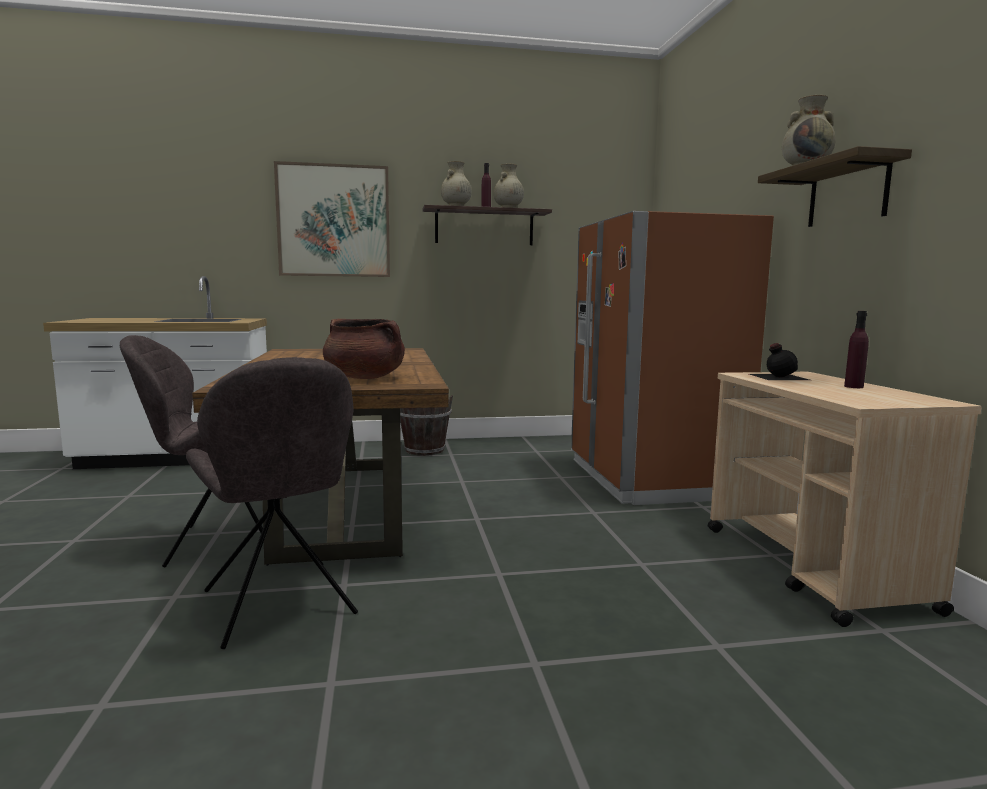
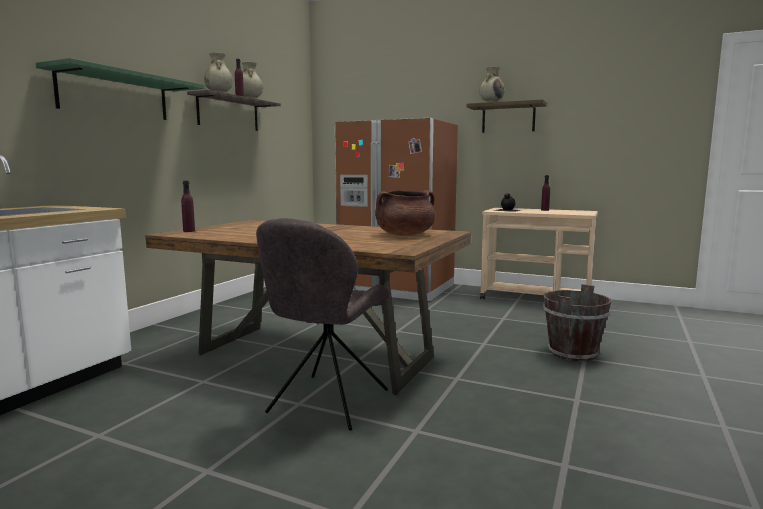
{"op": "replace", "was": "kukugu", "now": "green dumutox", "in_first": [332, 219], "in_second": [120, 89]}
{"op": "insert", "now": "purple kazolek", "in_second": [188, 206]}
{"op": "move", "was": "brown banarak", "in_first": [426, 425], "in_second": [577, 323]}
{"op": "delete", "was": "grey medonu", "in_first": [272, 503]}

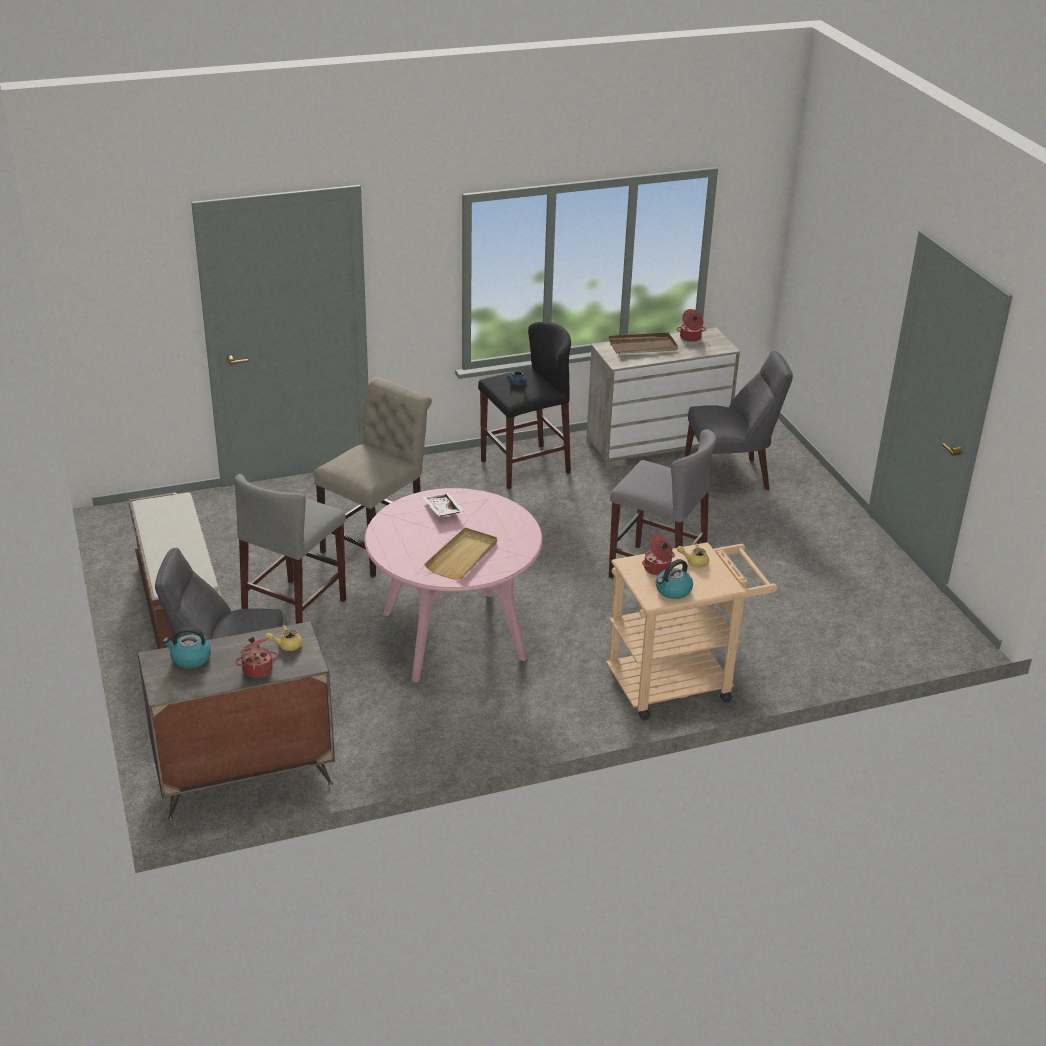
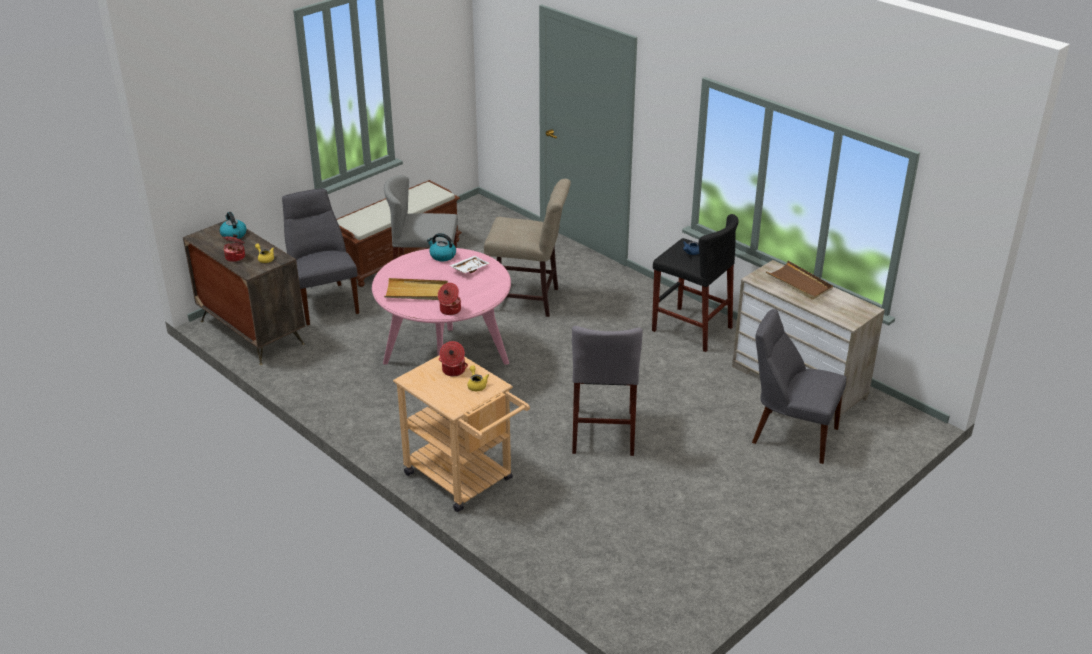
{"op": "move", "was": "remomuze", "in_first": [674, 579], "in_second": [441, 247]}
{"op": "move", "was": "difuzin", "in_first": [691, 325], "in_second": [449, 299]}
{"op": "rotate", "was": "grey medonu", "in_first": [738, 420], "in_second": [799, 386], "clockwise": 150}

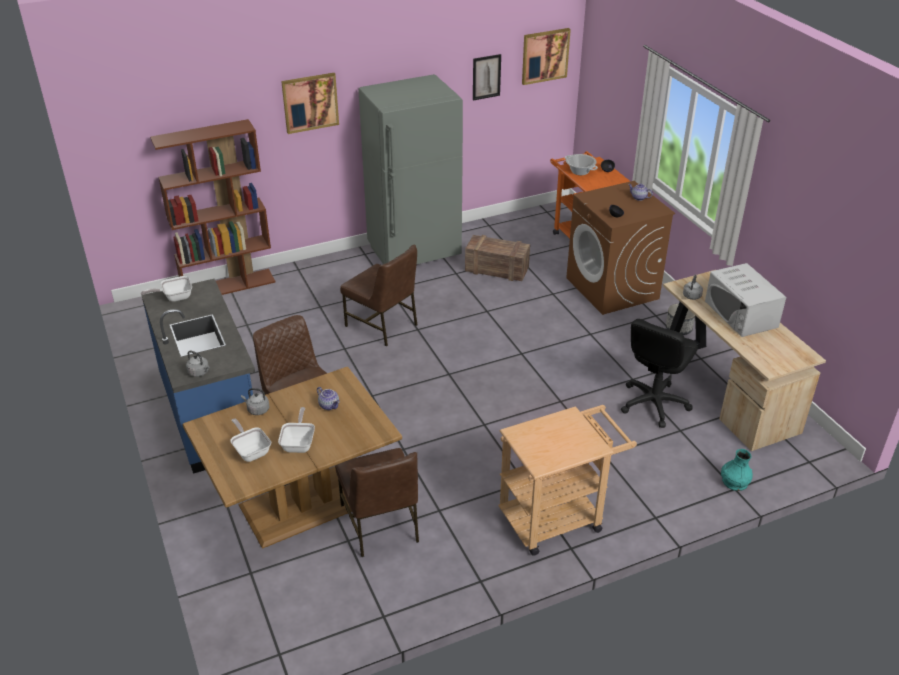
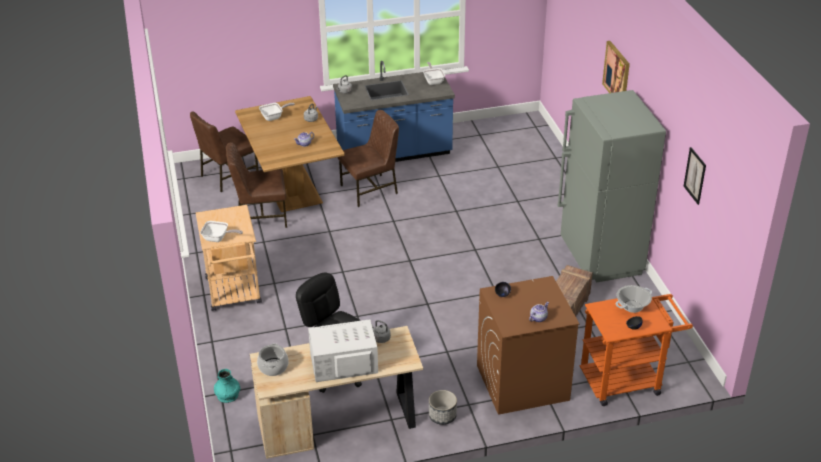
{"op": "move", "was": "brown medonu", "in_first": [378, 296], "in_second": [224, 151]}
{"op": "move", "was": "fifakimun", "in_first": [296, 430], "in_second": [221, 231]}
{"op": "insert", "now": "difuzin", "in_second": [273, 359]}
{"op": "delete", "was": "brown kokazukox", "in_first": [212, 207]}
{"op": "delete", "was": "kukugu", "in_first": [546, 56]}

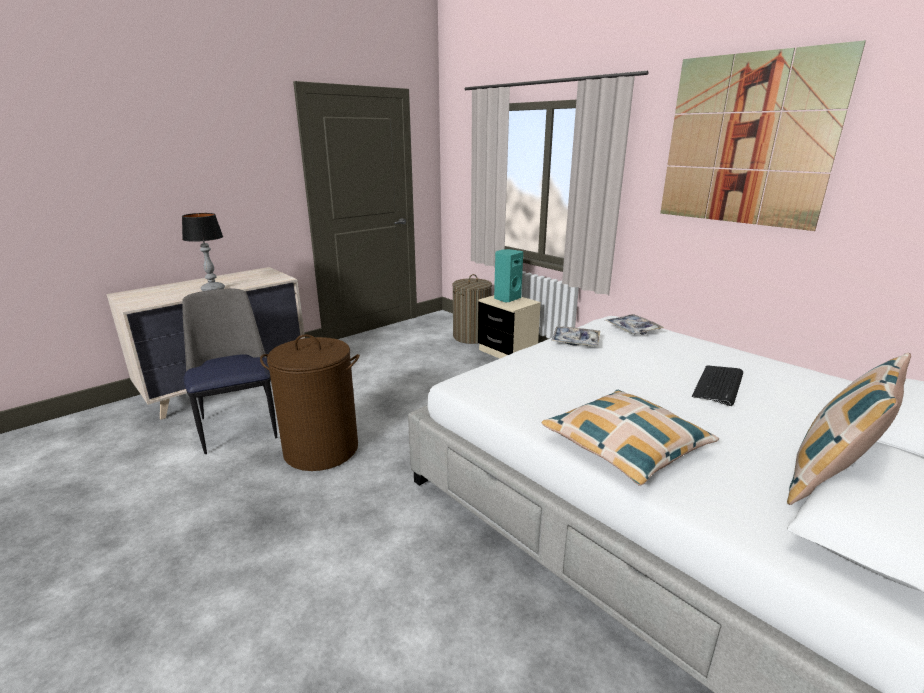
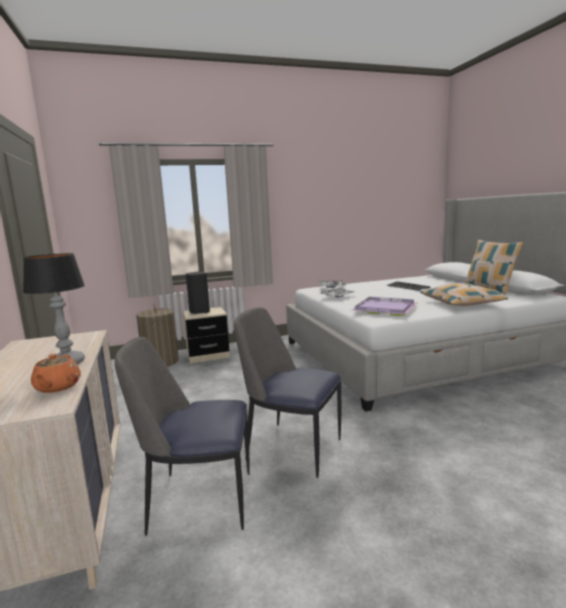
{"op": "insert", "now": "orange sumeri", "in_second": [56, 373]}
{"op": "recolor", "was": "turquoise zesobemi", "now": "black zesobemi", "in_first": [508, 276], "in_second": [198, 292]}
{"op": "replace", "was": "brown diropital", "now": "medonu", "in_first": [310, 402], "in_second": [288, 393]}
{"op": "insert", "now": "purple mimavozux", "in_second": [384, 306]}
{"op": "delete", "was": "kukugu", "in_first": [763, 135]}

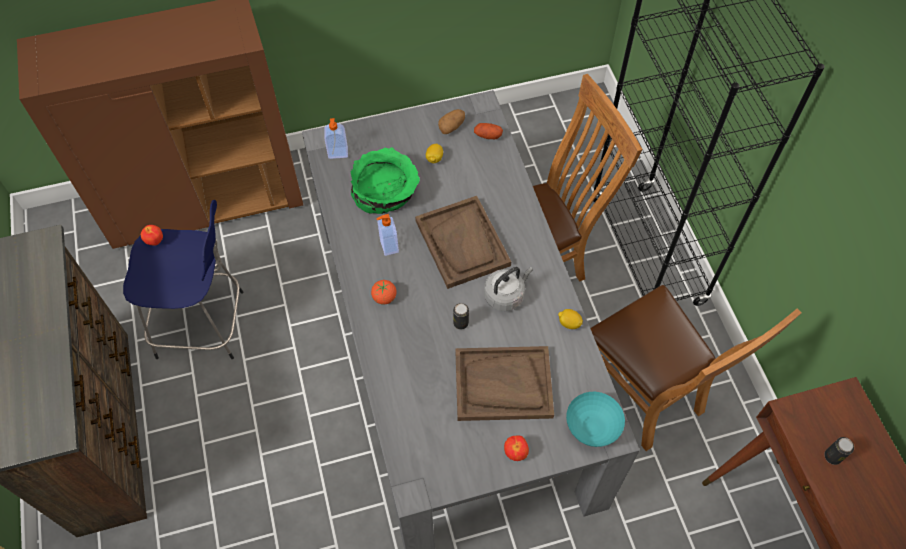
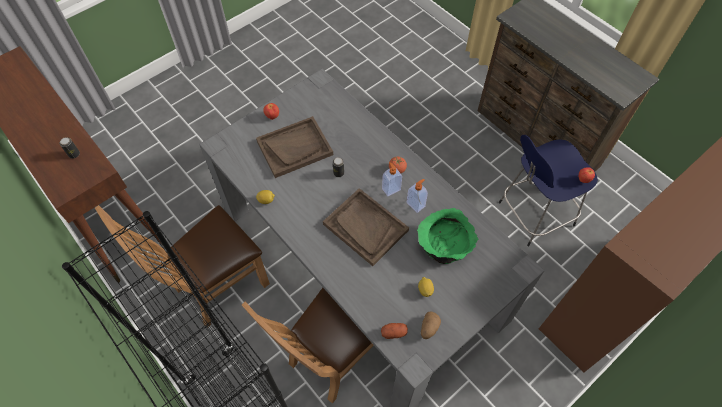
{"op": "rotate", "was": "brown medonu", "in_first": [695, 368], "in_second": [182, 266], "clockwise": -75}
{"op": "move", "was": "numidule", "in_first": [336, 138], "in_second": [392, 179]}
{"op": "delete", "was": "grey remomuze", "in_first": [508, 289]}
{"op": "delete", "was": "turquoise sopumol", "in_first": [595, 419]}

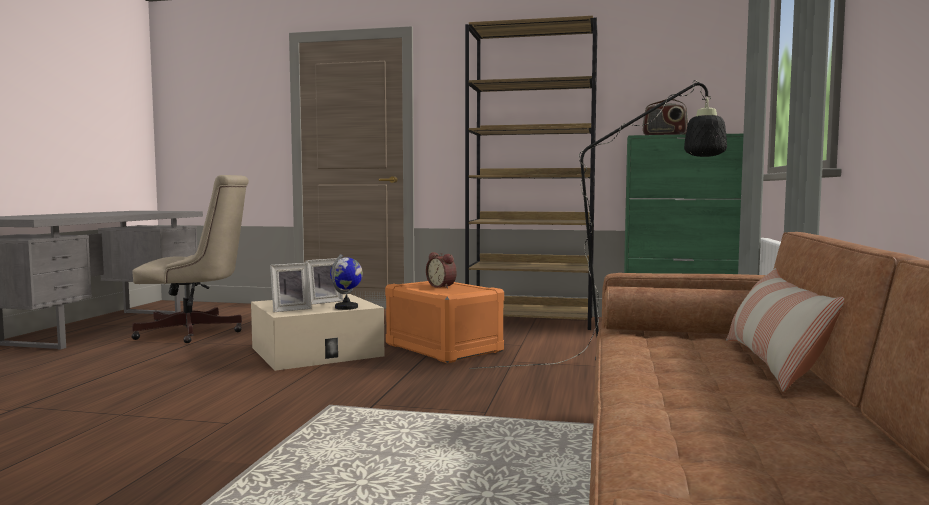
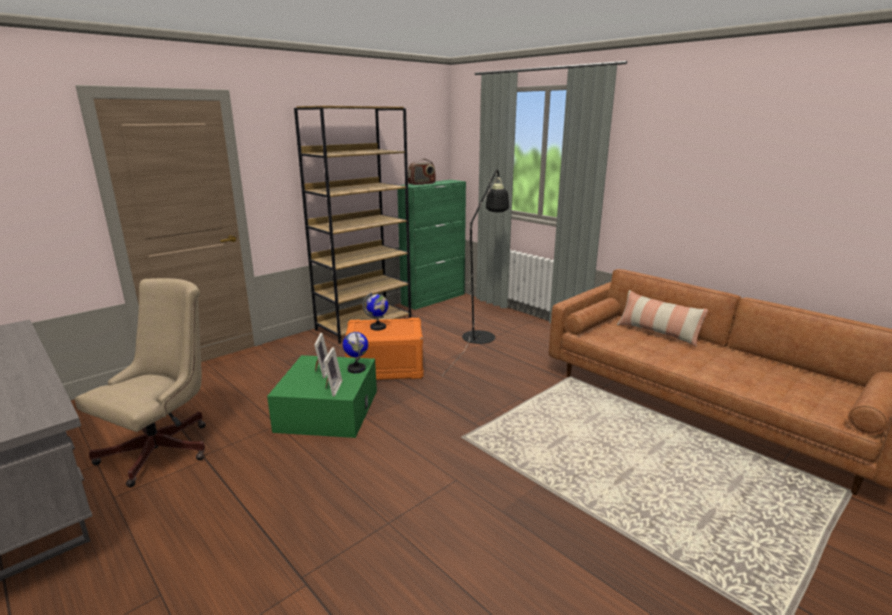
{"op": "recolor", "was": "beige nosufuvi", "now": "green nosufuvi", "in_first": [317, 332], "in_second": [322, 396]}
{"op": "replace", "was": "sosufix", "now": "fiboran", "in_first": [441, 270], "in_second": [375, 311]}

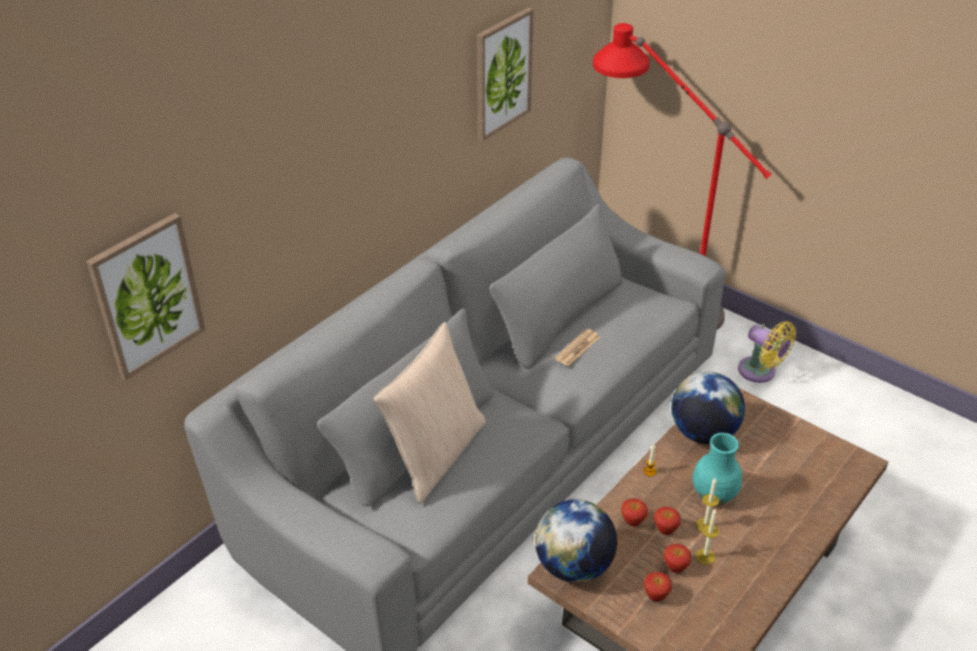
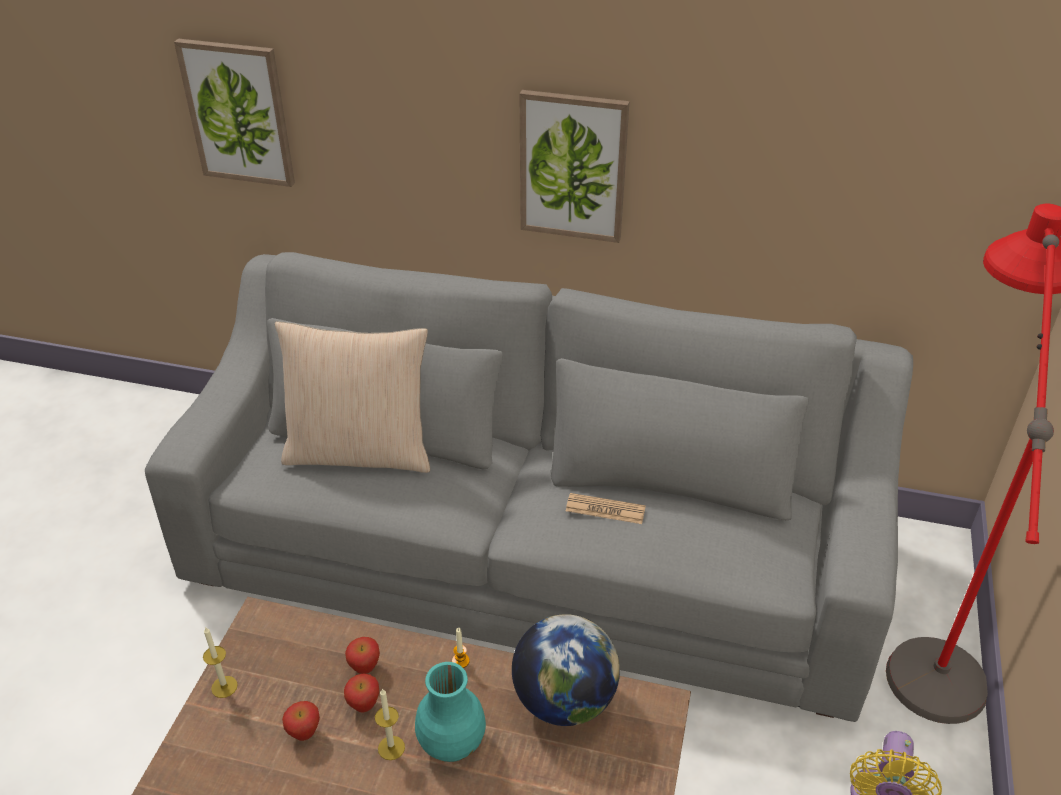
{"op": "move", "was": "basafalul", "in_first": [707, 537], "in_second": [220, 662]}
{"op": "move", "was": "kukugu", "in_first": [505, 74], "in_second": [574, 166]}
{"op": "delete", "was": "fiboran", "in_first": [576, 541]}
{"op": "delete", "was": "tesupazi", "in_first": [658, 586]}

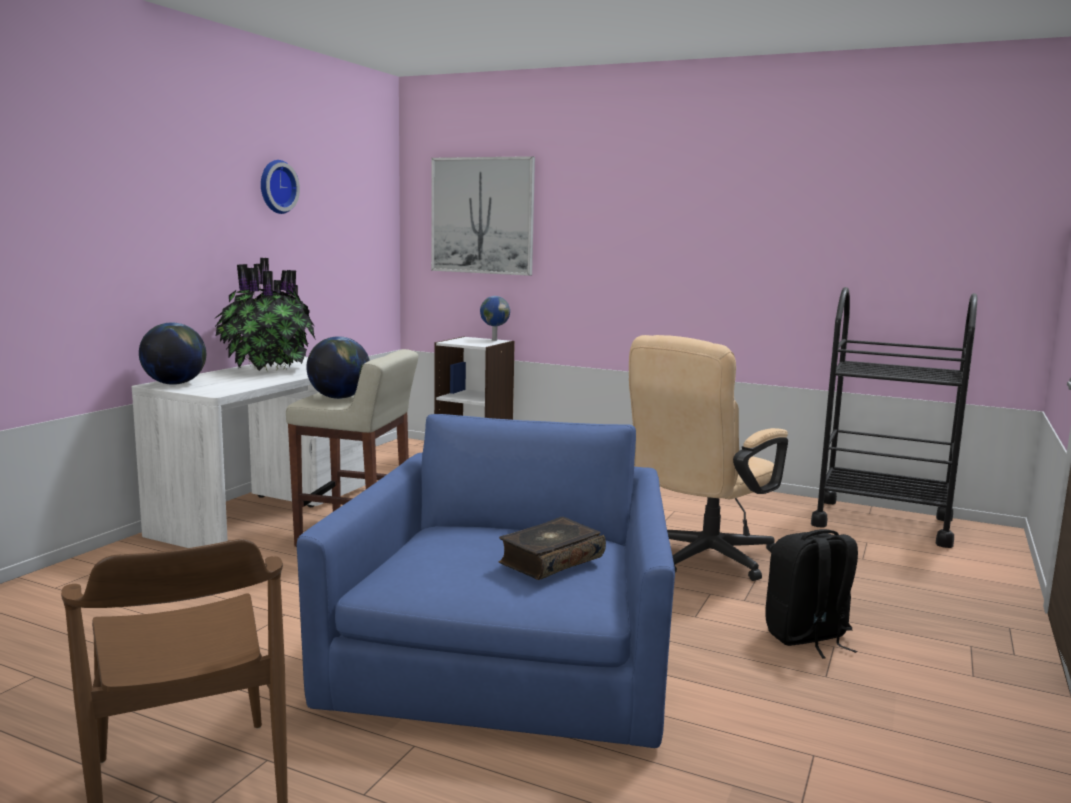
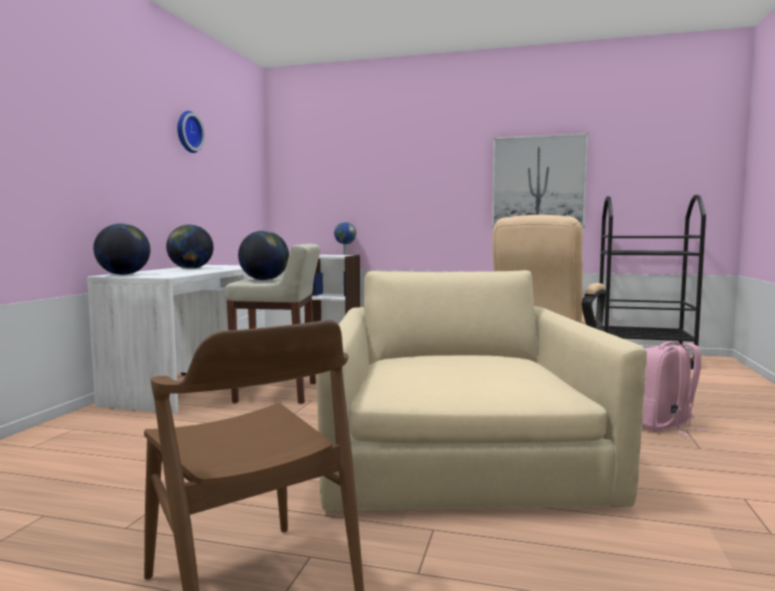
{"op": "replace", "was": "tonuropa", "now": "fiboran", "in_first": [265, 314], "in_second": [189, 246]}
{"op": "recolor", "was": "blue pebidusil", "now": "beige pebidusil", "in_first": [486, 581], "in_second": [481, 390]}
{"op": "move", "was": "kukugu", "in_first": [483, 216], "in_second": [540, 180]}
{"op": "recolor", "was": "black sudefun", "now": "pink sudefun", "in_first": [811, 594], "in_second": [674, 389]}
{"op": "delete", "was": "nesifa", "in_first": [552, 548]}

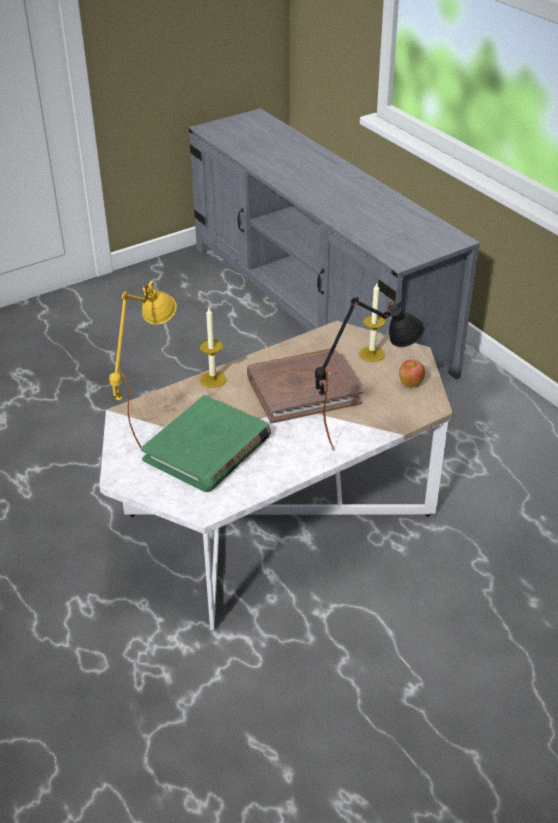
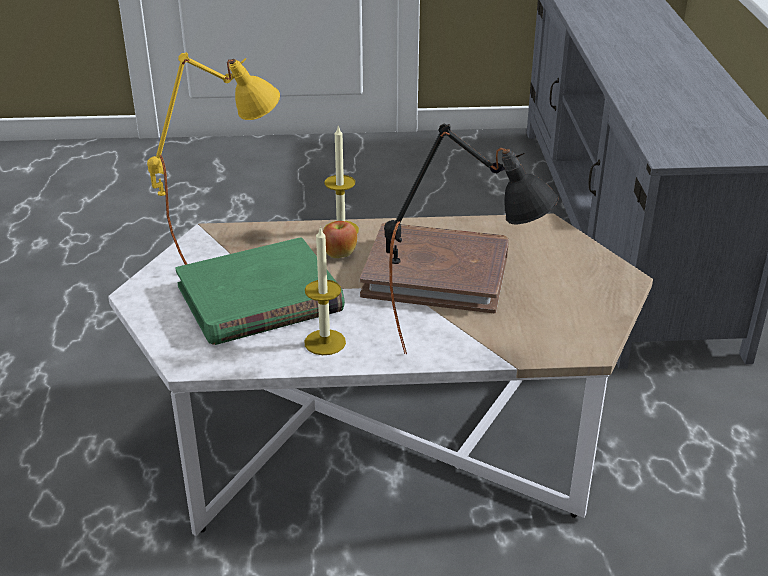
{"op": "move", "was": "basafalul", "in_first": [372, 322], "in_second": [325, 290]}
{"op": "move", "was": "tesupazi", "in_first": [412, 374], "in_second": [340, 239]}

